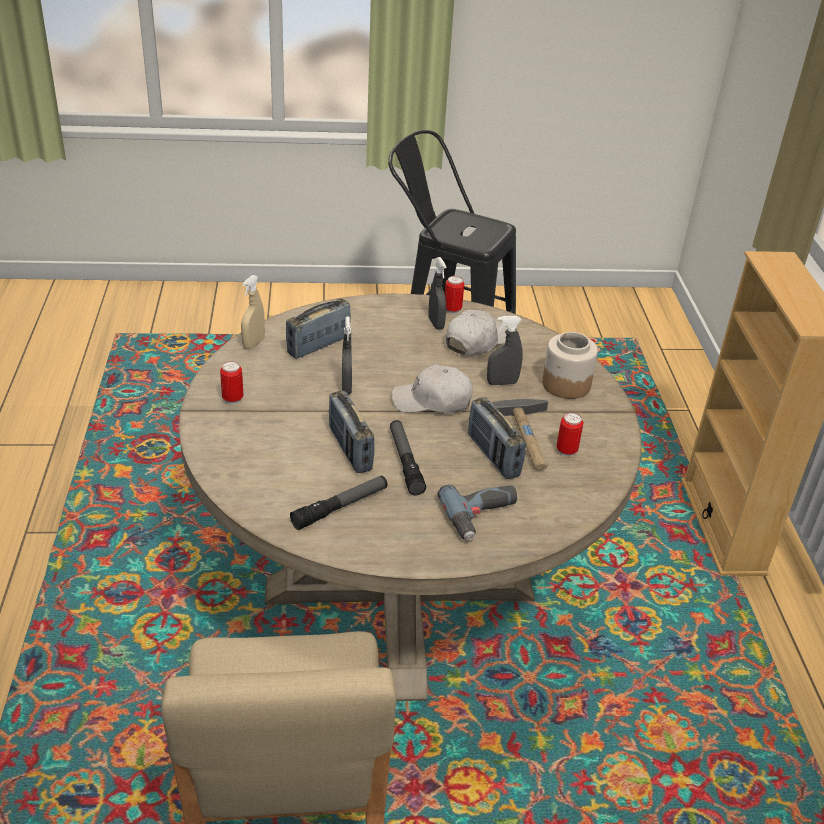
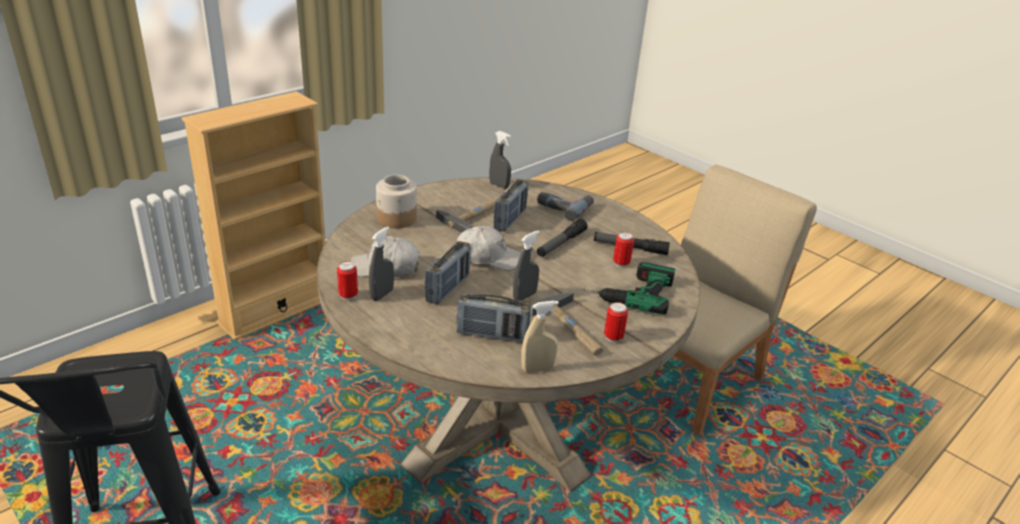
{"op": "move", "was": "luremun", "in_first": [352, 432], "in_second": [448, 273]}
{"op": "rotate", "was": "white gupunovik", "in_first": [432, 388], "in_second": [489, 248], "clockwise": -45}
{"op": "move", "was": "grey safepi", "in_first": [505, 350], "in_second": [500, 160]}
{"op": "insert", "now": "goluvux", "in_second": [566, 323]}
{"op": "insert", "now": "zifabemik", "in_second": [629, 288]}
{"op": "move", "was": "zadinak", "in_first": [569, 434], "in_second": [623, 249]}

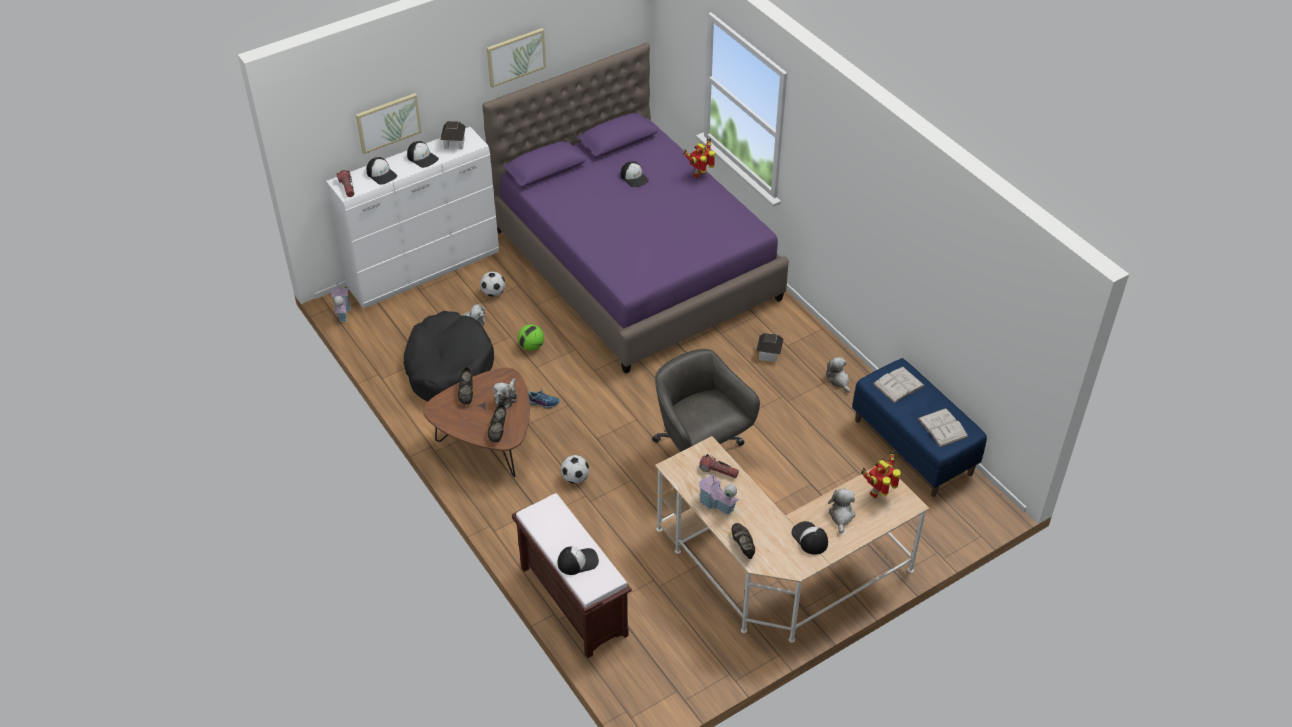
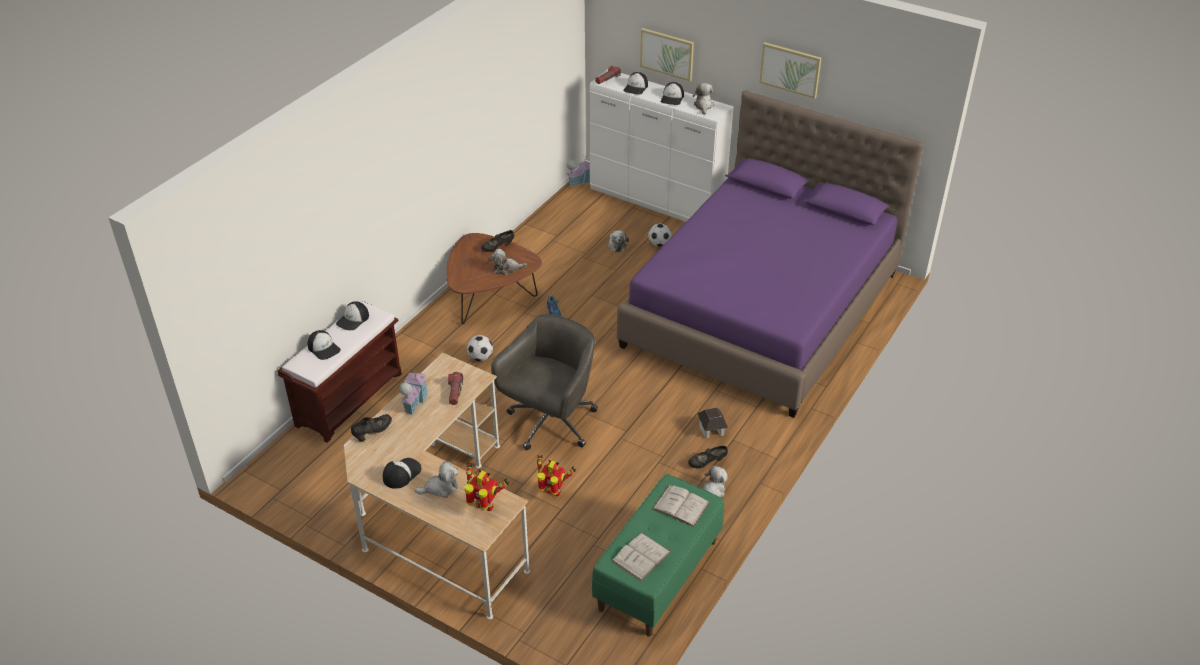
{"op": "move", "was": "gupunovik", "in_first": [635, 174], "in_second": [352, 316]}
{"op": "move", "was": "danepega", "in_first": [699, 158], "in_second": [556, 475]}
{"op": "recolor", "was": "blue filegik", "now": "green filegik", "in_first": [919, 427], "in_second": [658, 555]}
{"op": "move", "was": "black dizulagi", "in_first": [497, 423], "in_second": [708, 457]}
{"op": "replace", "was": "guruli", "now": "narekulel", "in_first": [453, 135], "in_second": [703, 99]}
{"op": "delete", "was": "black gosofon", "in_first": [448, 356]}
{"op": "delete", "was": "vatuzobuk", "in_first": [531, 337]}

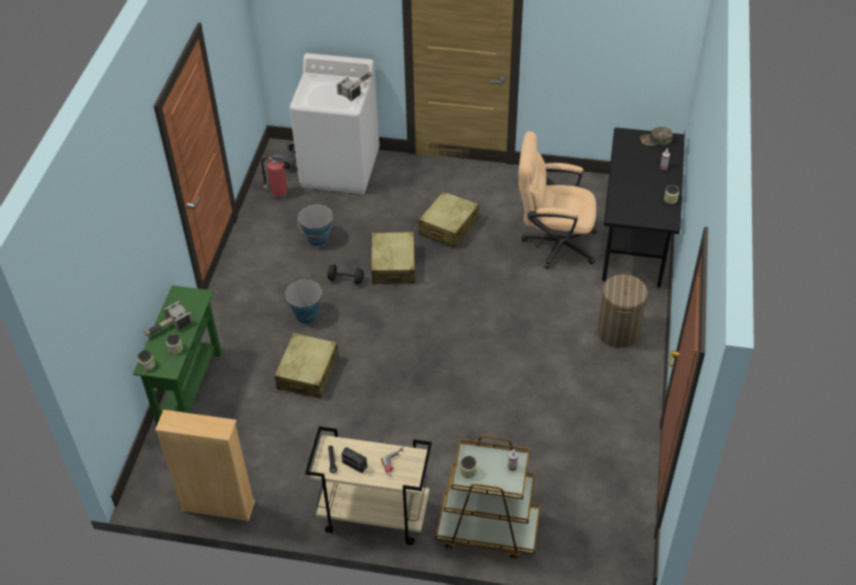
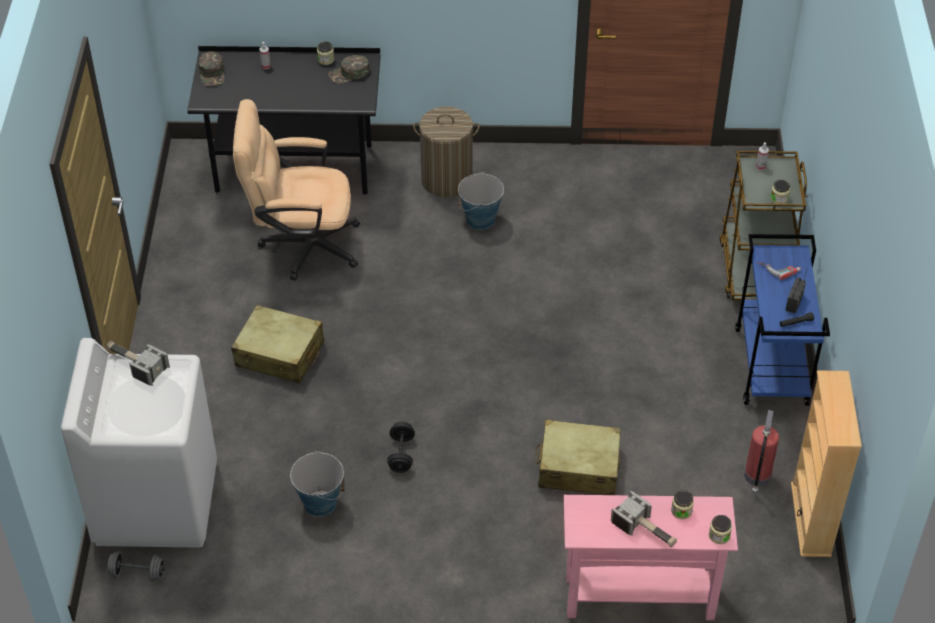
{"op": "rotate", "was": "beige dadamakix", "in_first": [558, 200], "in_second": [296, 190], "clockwise": 90}
{"op": "insert", "now": "green gupunovik", "in_second": [349, 69]}
{"op": "move", "was": "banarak", "in_first": [304, 302], "in_second": [481, 201]}
{"op": "recolor", "was": "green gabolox", "now": "pink gabolox", "in_first": [177, 355], "in_second": [651, 557]}
{"op": "recolor", "was": "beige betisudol", "now": "blue betisudol", "in_first": [368, 485], "in_second": [782, 320]}
{"op": "move", "was": "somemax", "in_first": [274, 178], "in_second": [761, 452]}
{"op": "delete", "was": "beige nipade", "in_first": [394, 258]}

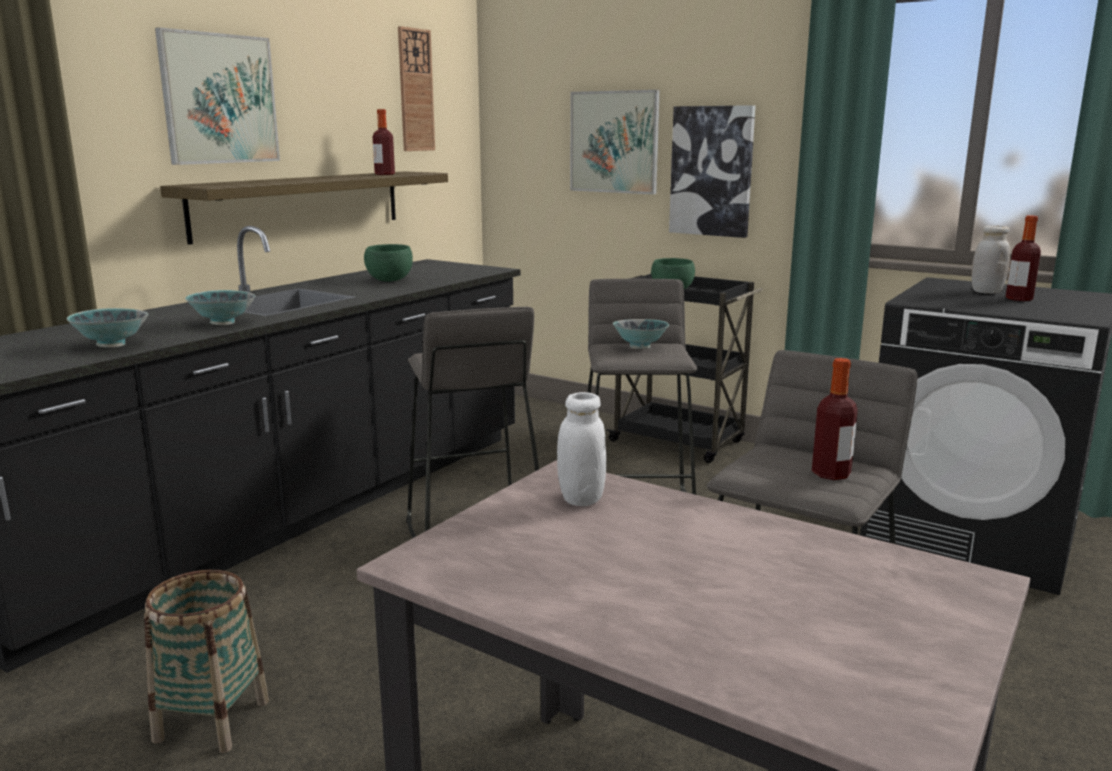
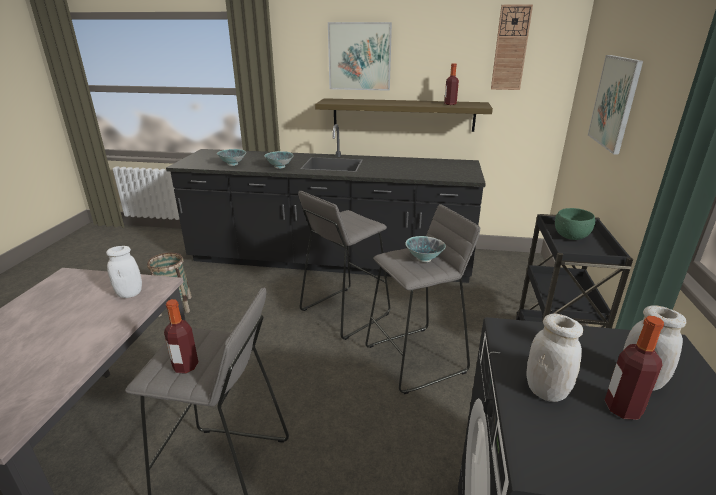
{"op": "insert", "now": "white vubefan", "in_second": [555, 358]}
{"op": "delete", "was": "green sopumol", "in_first": [388, 263]}
{"op": "delete", "was": "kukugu", "in_first": [712, 171]}

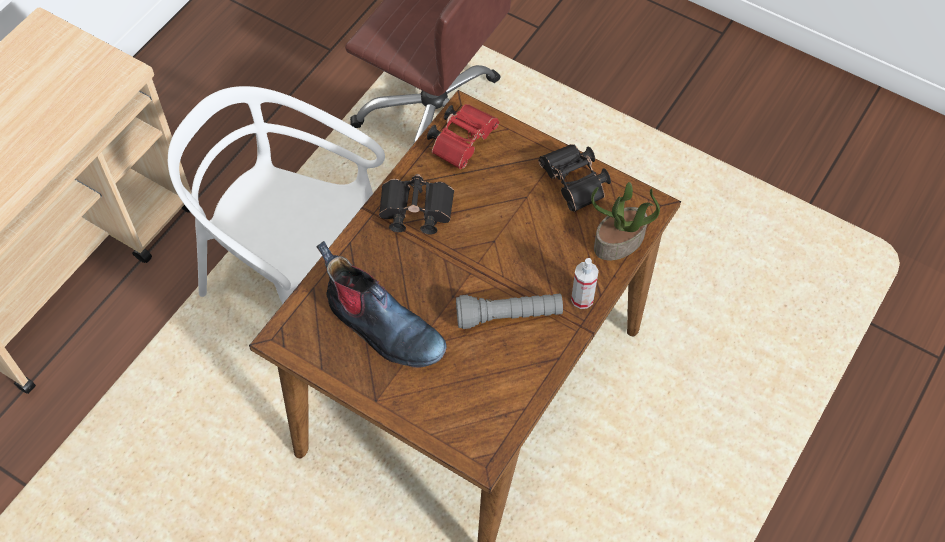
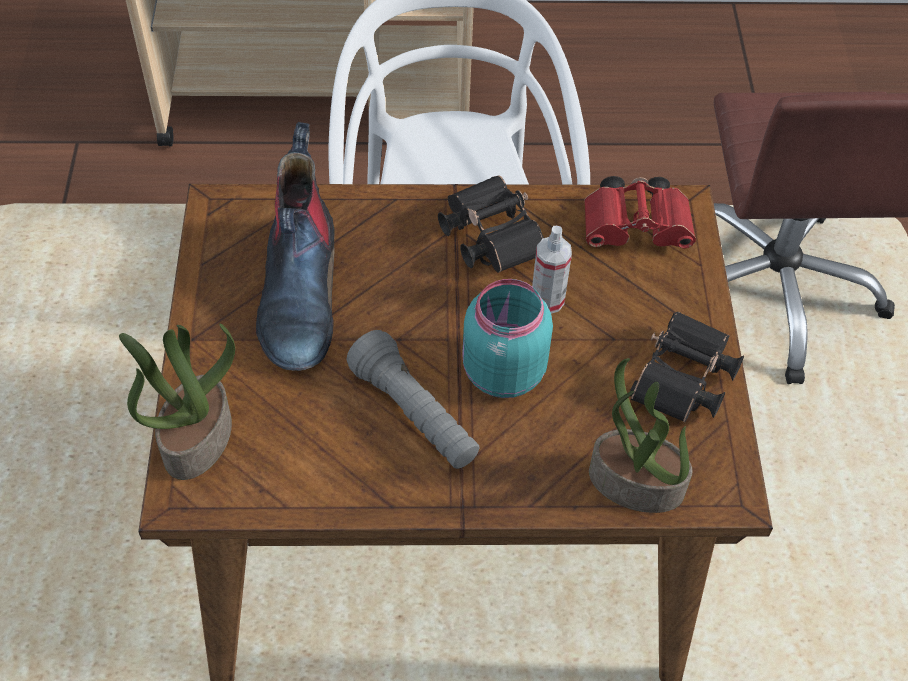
{"op": "insert", "now": "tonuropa", "in_second": [177, 402]}
{"op": "insert", "now": "turquoise vubefan", "in_second": [507, 338]}
{"op": "move", "was": "safepi", "in_first": [585, 283], "in_second": [552, 270]}

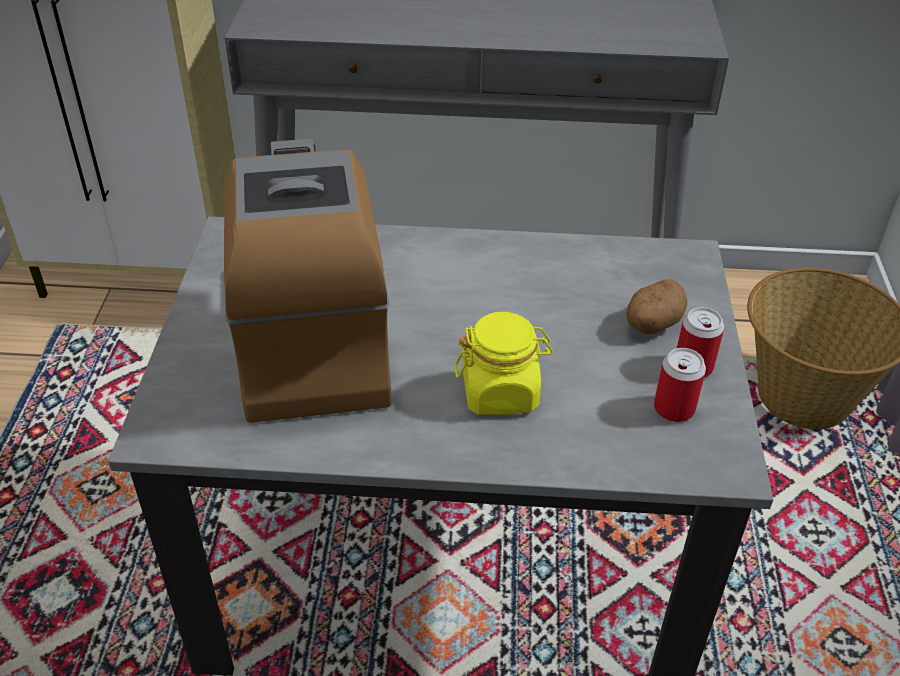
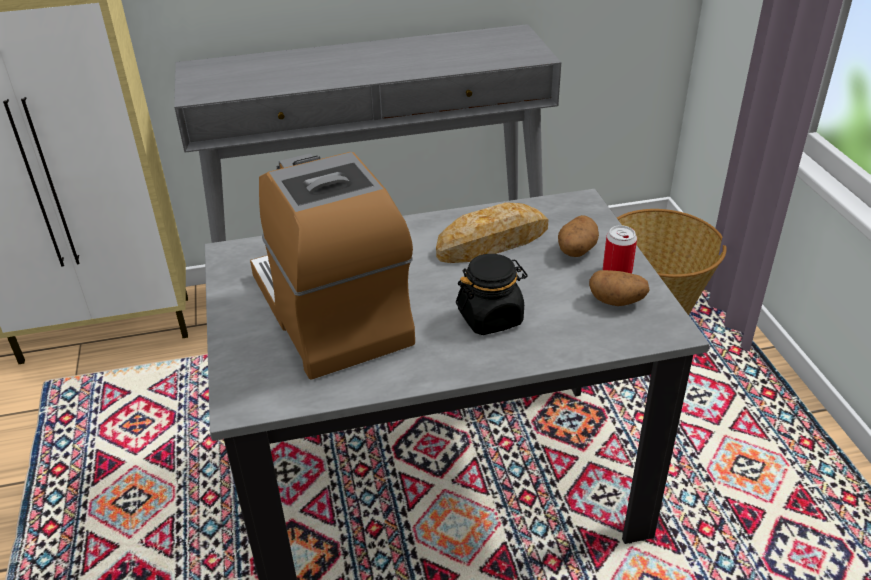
{"op": "insert", "now": "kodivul", "in_second": [492, 232]}
{"op": "recolor", "was": "yellow vubefan", "now": "black vubefan", "in_first": [504, 363], "in_second": [492, 294]}
{"op": "replace", "was": "zadinak", "now": "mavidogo", "in_first": [680, 385], "in_second": [619, 288]}

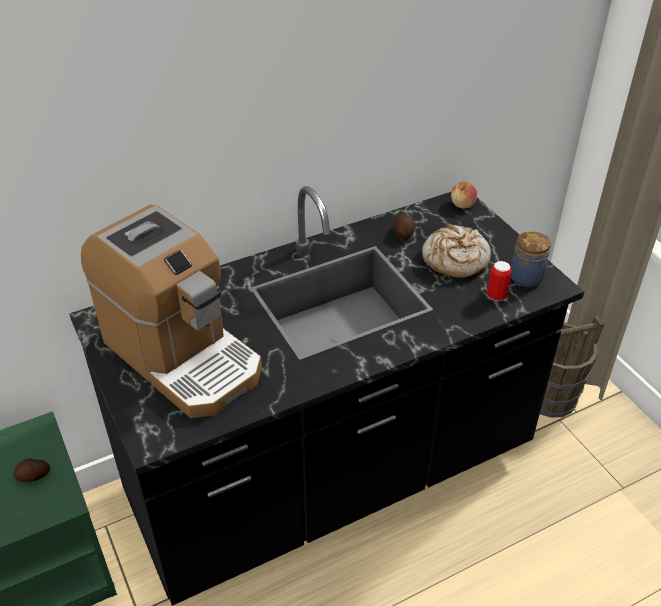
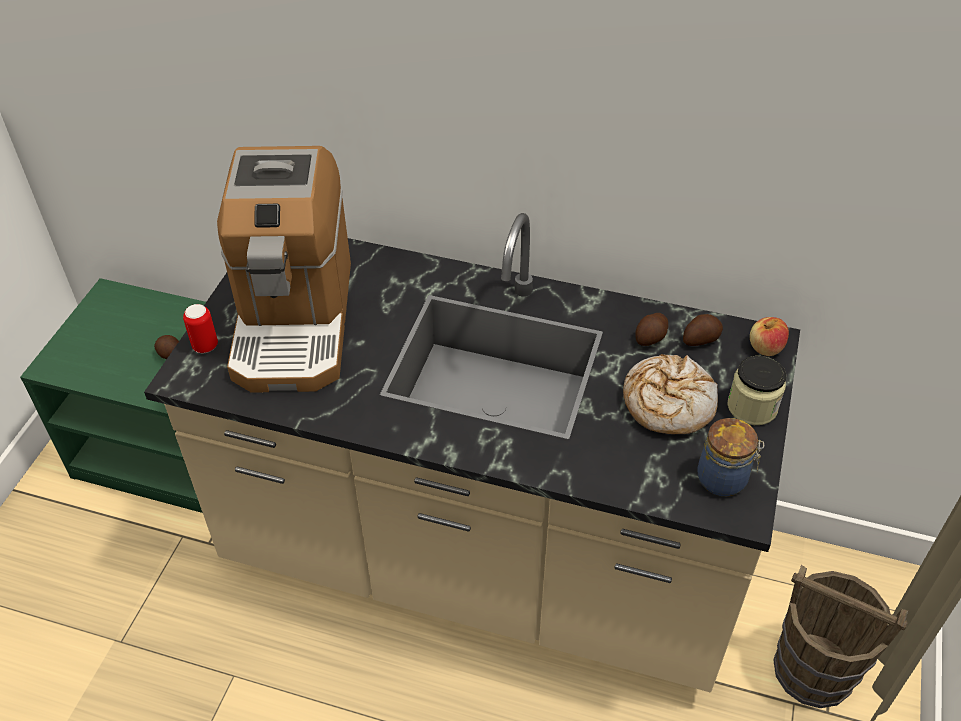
{"op": "recolor", "was": "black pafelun", "now": "beige pafelun", "in_first": [326, 396], "in_second": [472, 452]}
{"op": "move", "was": "zadinak", "in_first": [499, 281], "in_second": [200, 328]}
{"op": "insert", "now": "mavidogo", "in_second": [703, 330]}
{"op": "insert", "now": "vubefan", "in_second": [756, 390]}

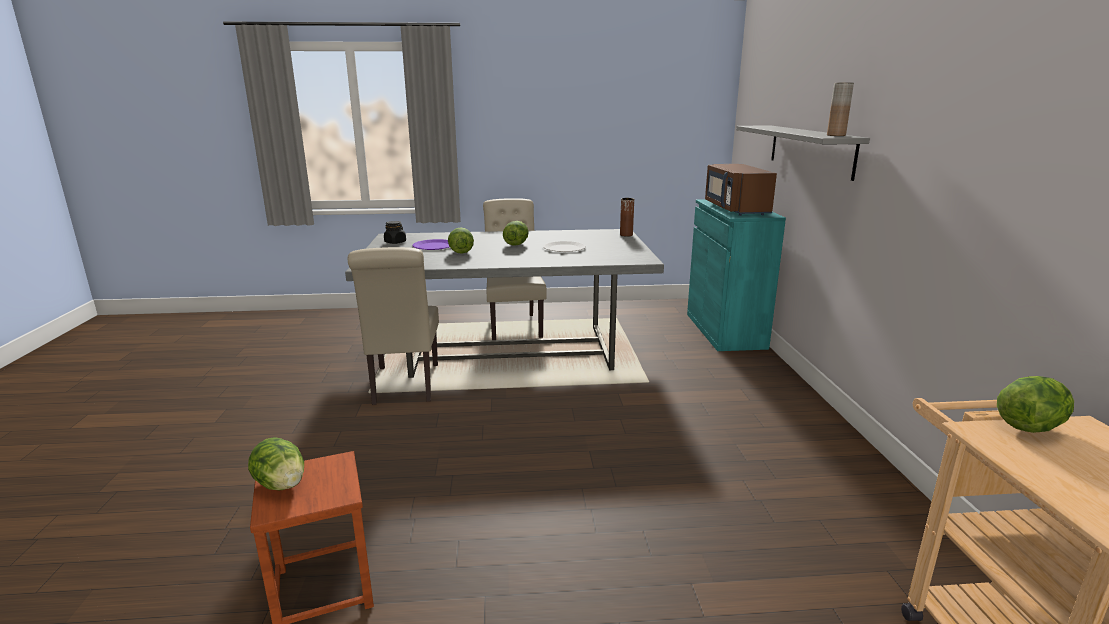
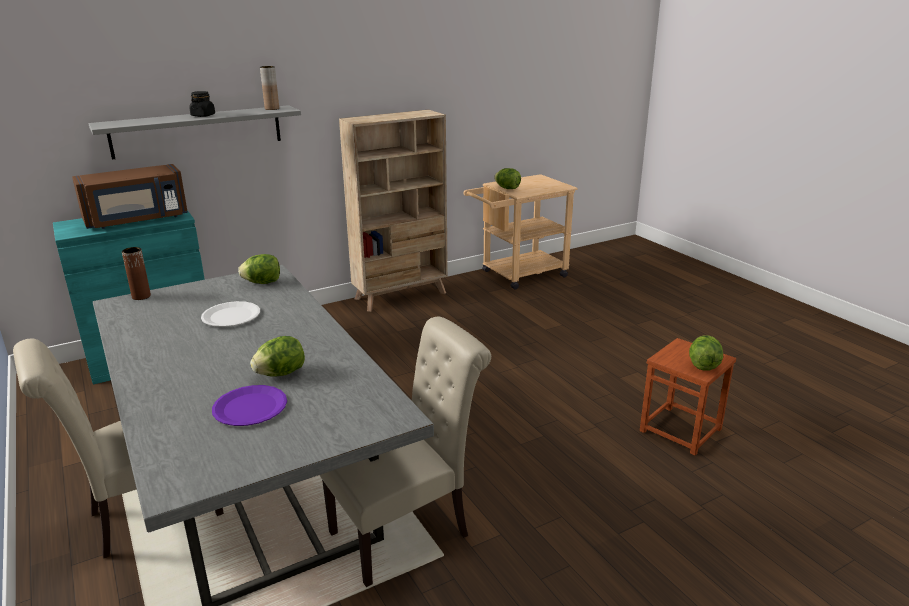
{"op": "move", "was": "black vubefan", "in_first": [395, 232], "in_second": [202, 104]}
{"op": "move", "was": "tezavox", "in_first": [516, 233], "in_second": [259, 269]}
{"op": "insert", "now": "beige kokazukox", "in_second": [393, 210]}

